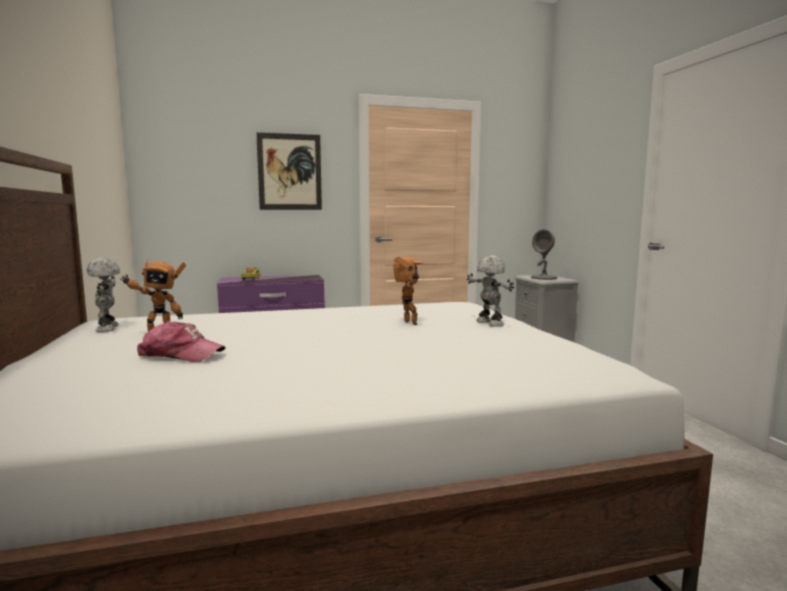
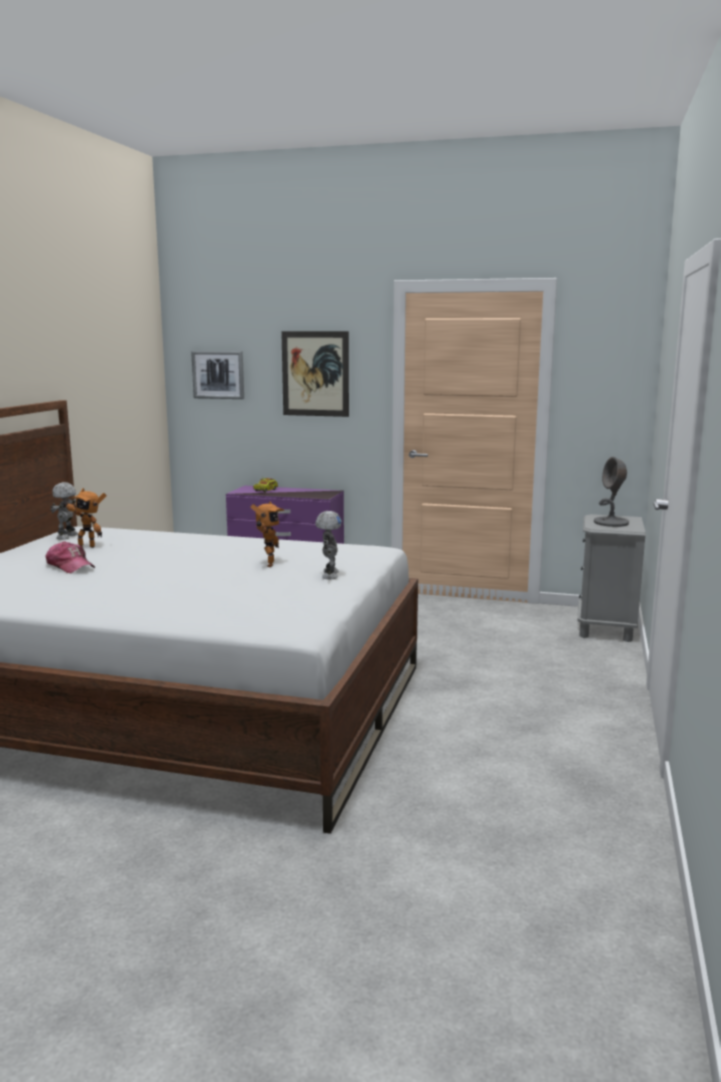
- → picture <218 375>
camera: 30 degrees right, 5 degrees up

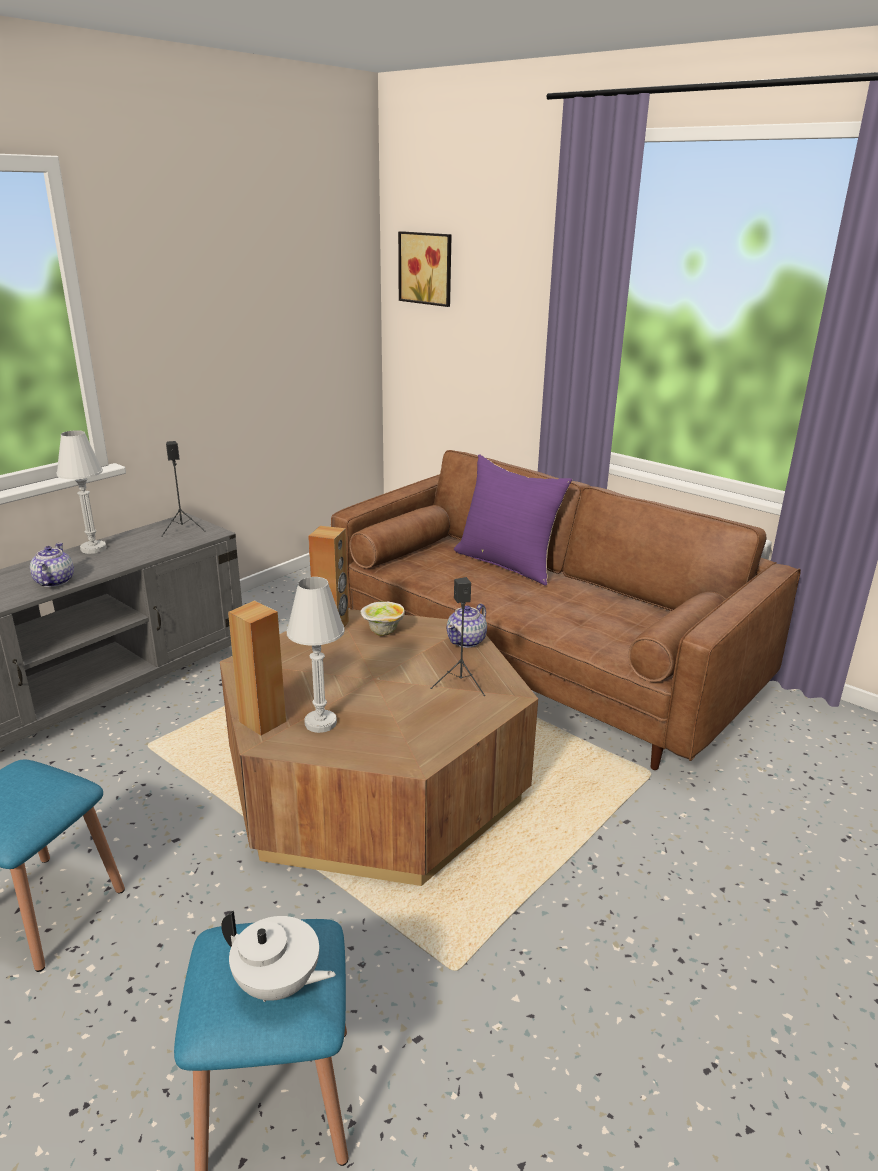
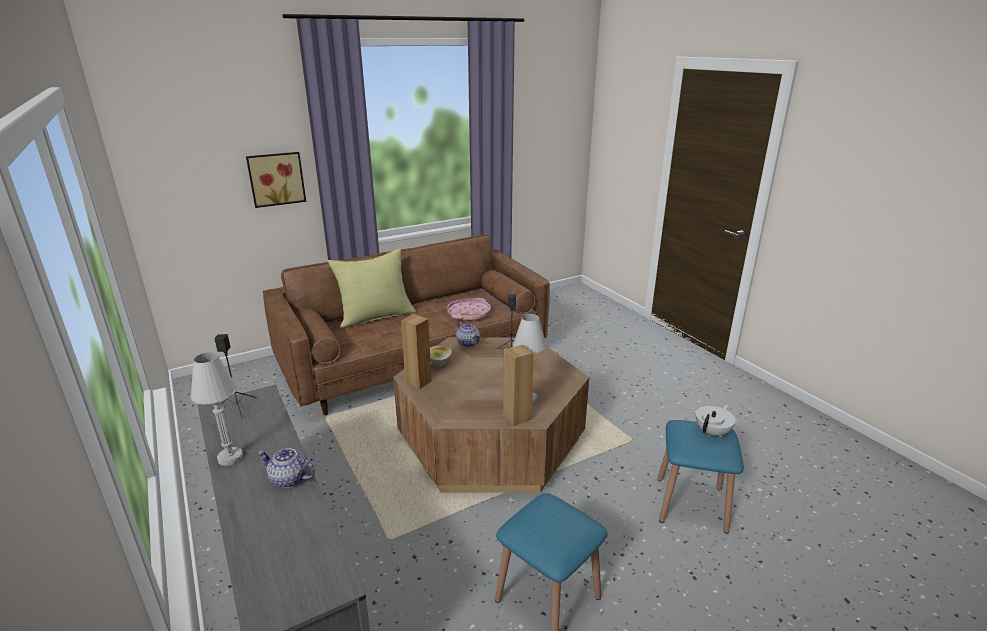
picture <427 268> → picture <276 179>, moved
pillow (purple) <508 563> → pillow (yellow) <376 316>
- → tray (pink) <469 313>
camera: 70 degrees left, 0 degrees up

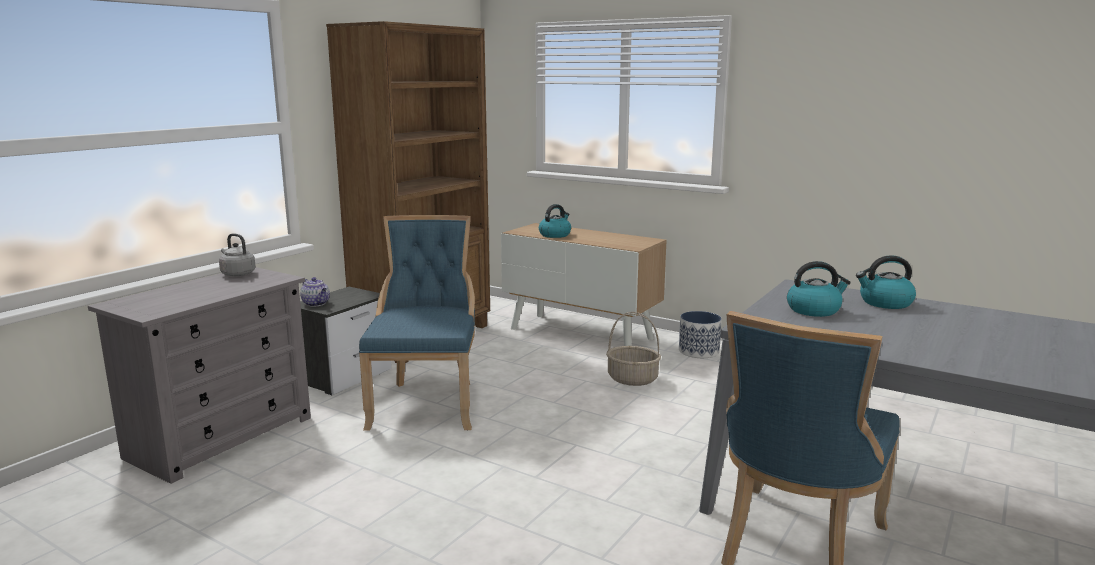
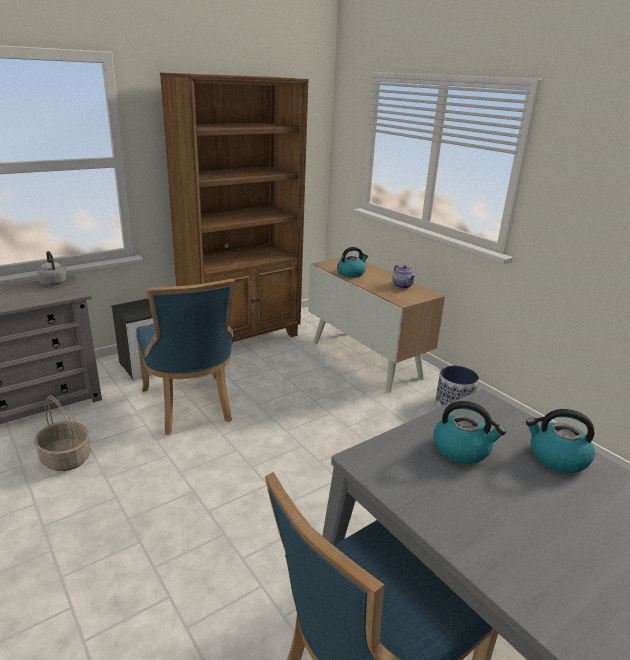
teapot <316 304> → teapot <403 286>, moved
chair (blue) <427 403> → chair (blue) <190 406>, 135 degrees clockwise
basket <633 379> → basket <67 459>, moved
camera: 20 degrees right, 10 degrees up

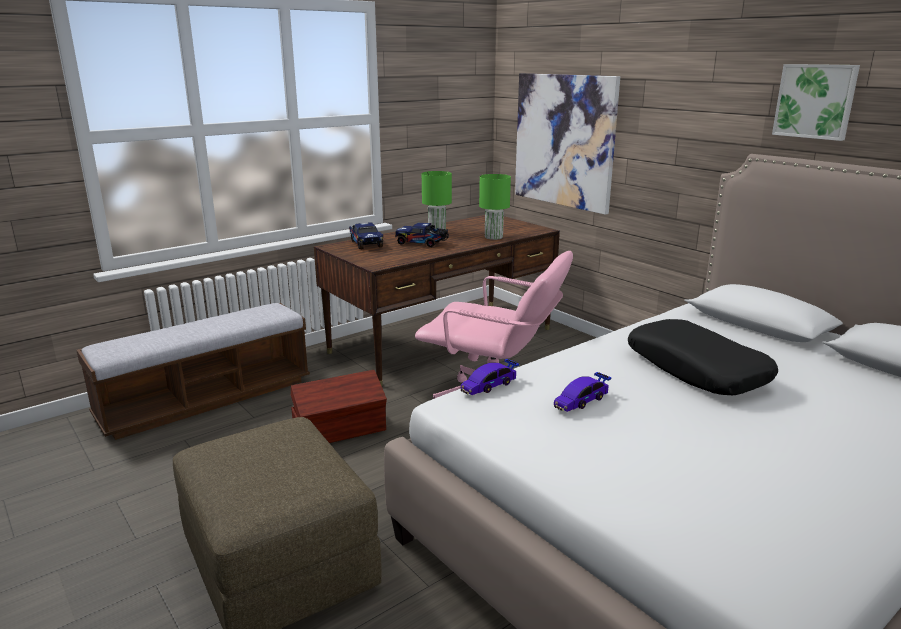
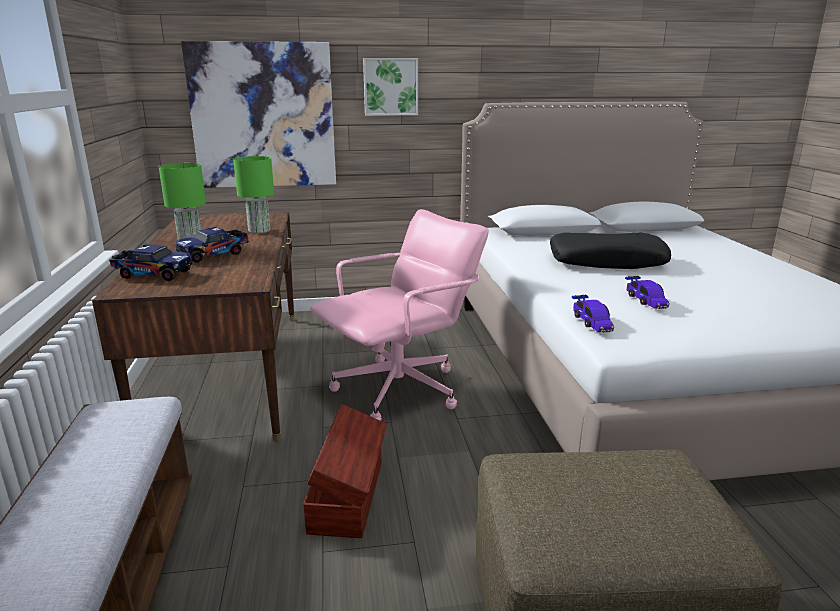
picture <815 101> → picture <390 87>, moved
camera: 60 degrees left, 0 degrees up

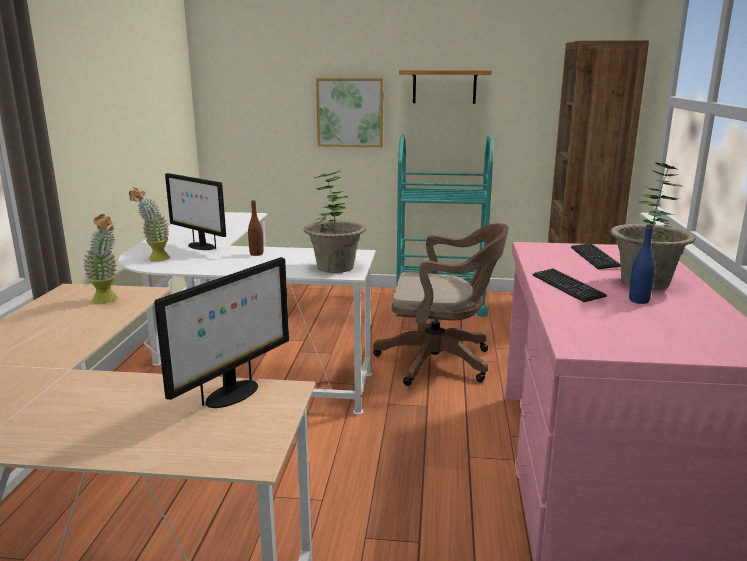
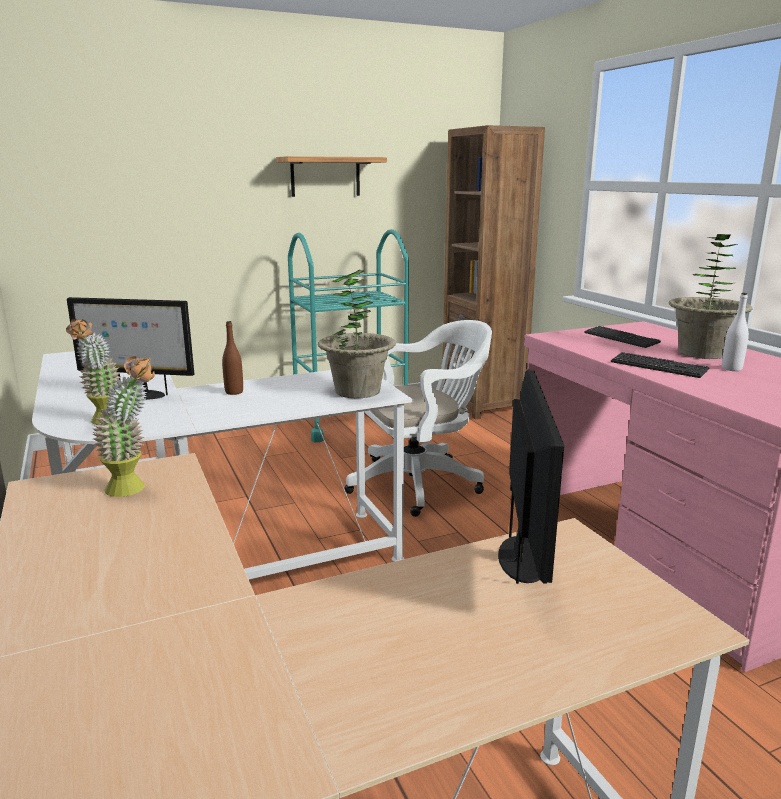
picture <350 112> → -
office chair (brown) <441 361> → office chair (white) <420 482>
bottle (blue) <639 300> → bottle (white) <731 369>
camera: 30 degrees left, 0 degrees up

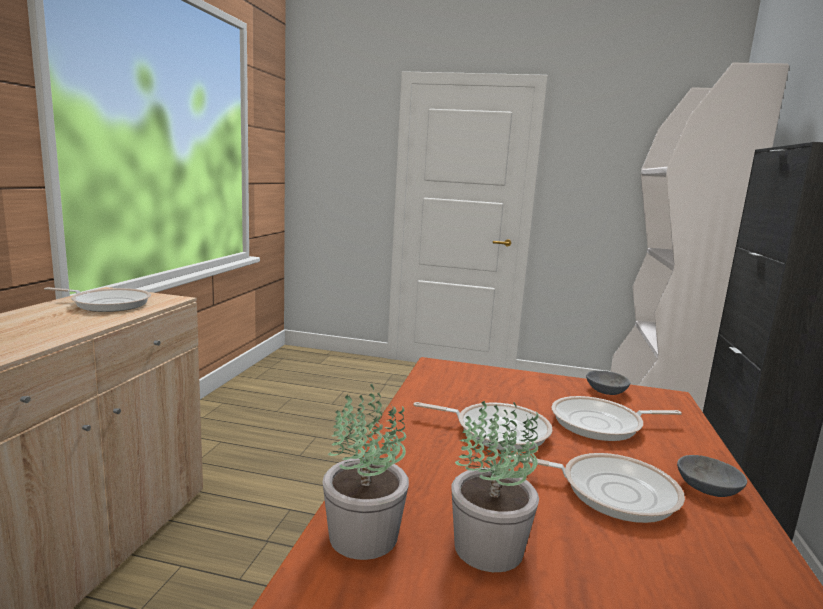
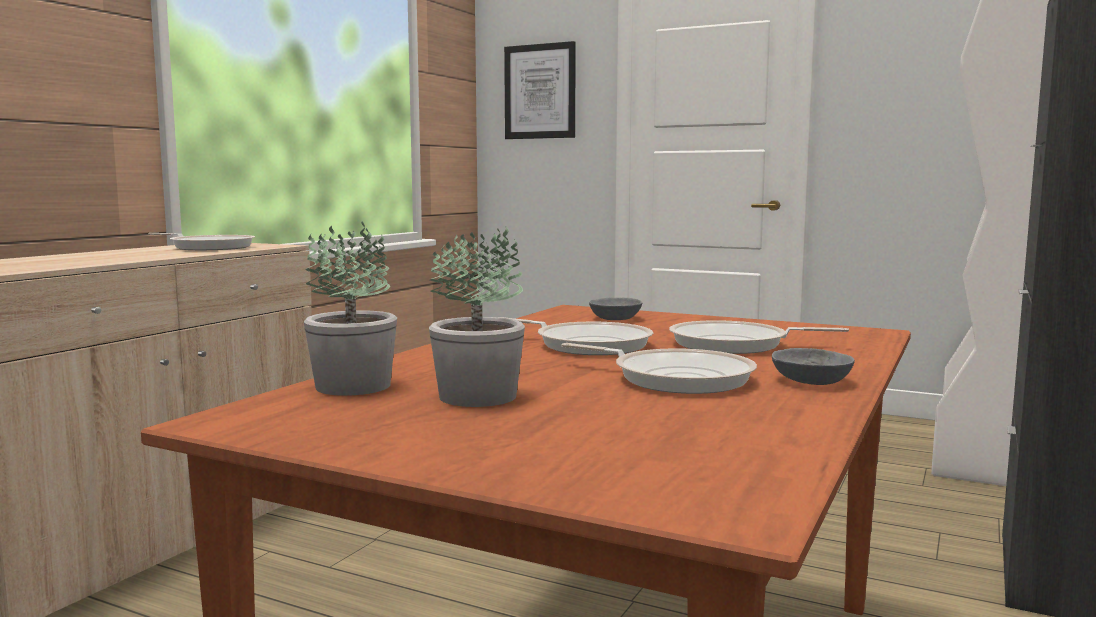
bowl (grey) <604 390> → bowl (grey) <613 318>, moved
- → picture <540 91>
camera: 15 degrees right, 5 degrees down

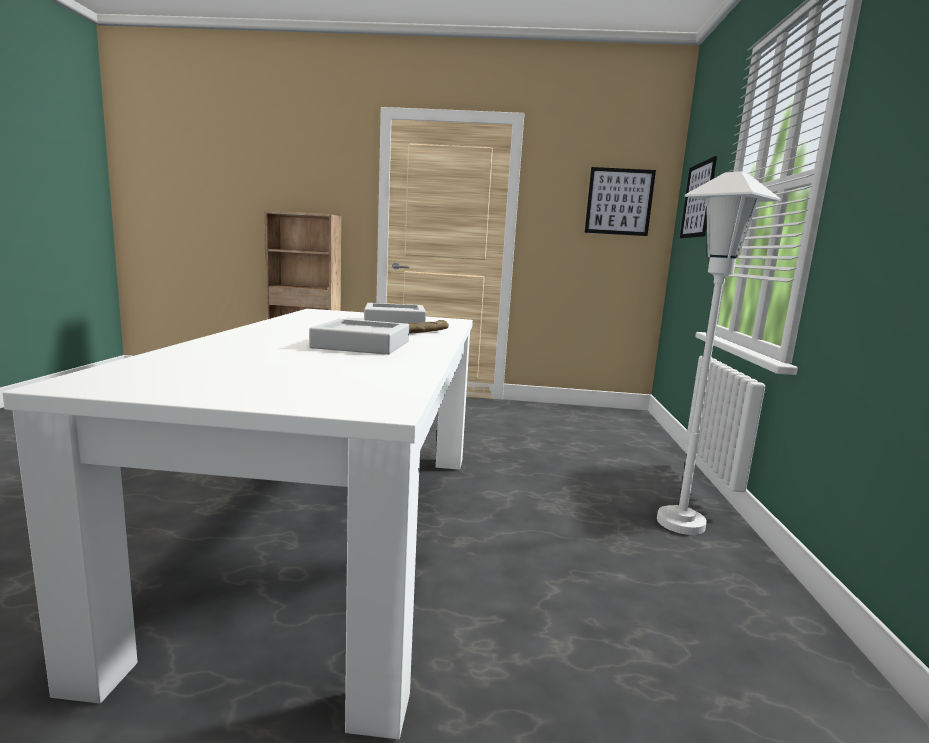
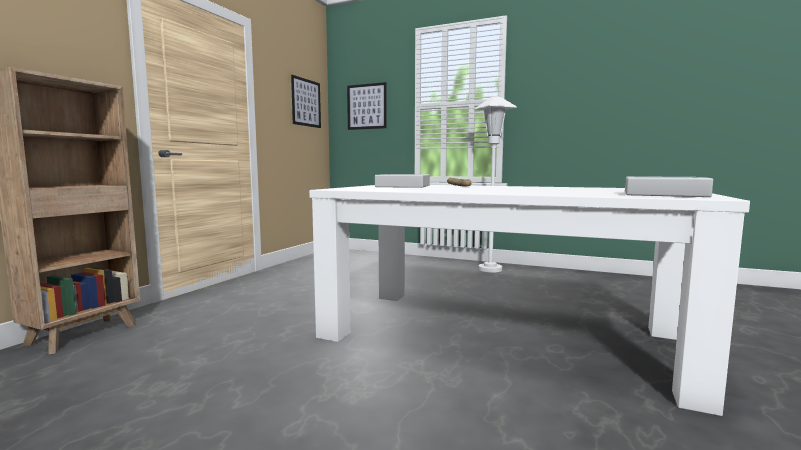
tray (grey) <362 344> → tray (grey) <663 194>, moved
camera: 70 degrees left, 5 degrees down

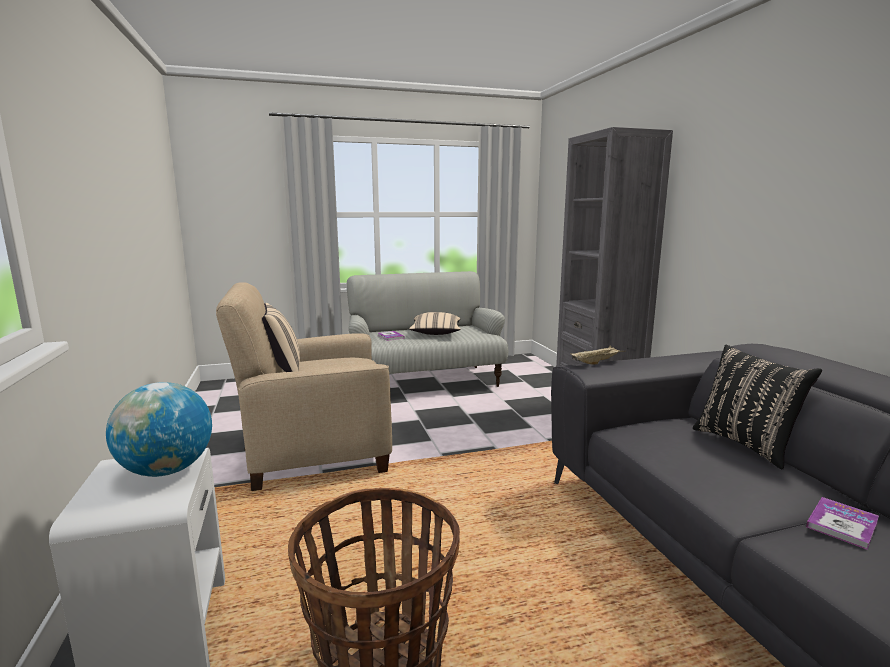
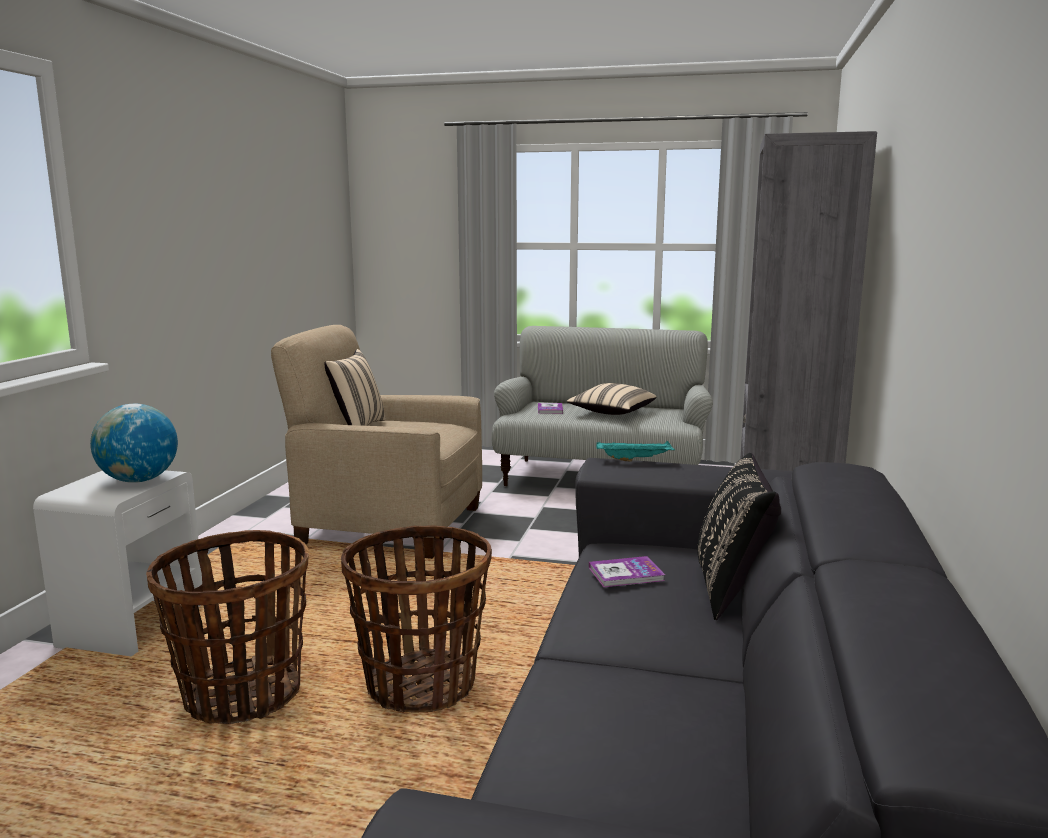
tray (beige) <597 362> → tray (turquoise) <635 460>
book <842 524> → book <626 574>, moved
- → basket <420 684>
camera: 30 degrees right, 0 degrees up

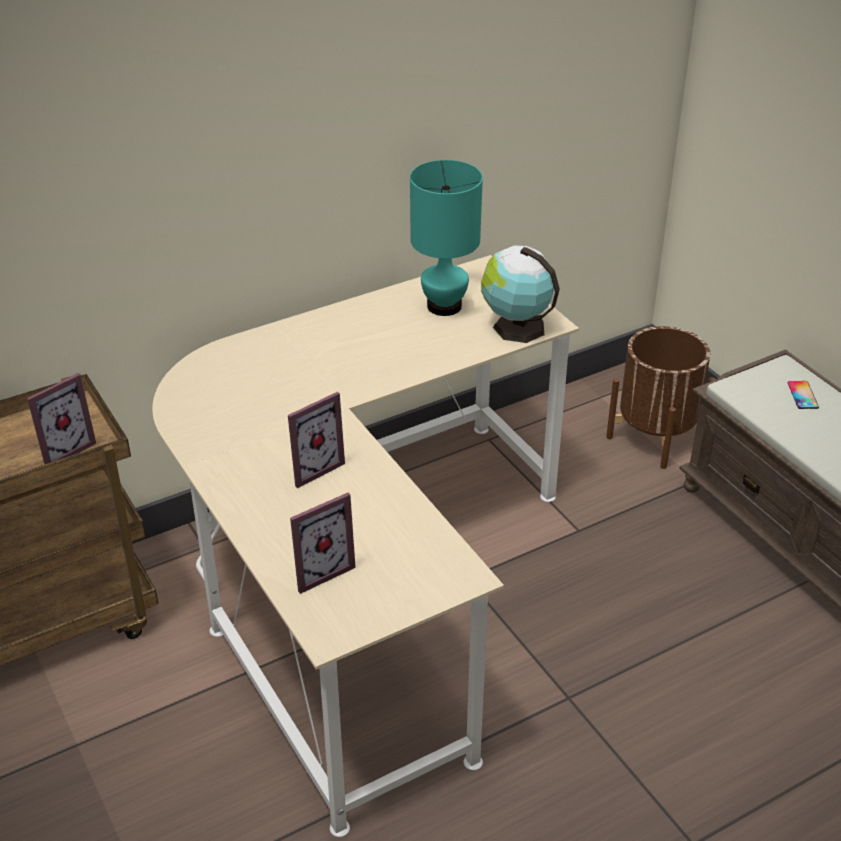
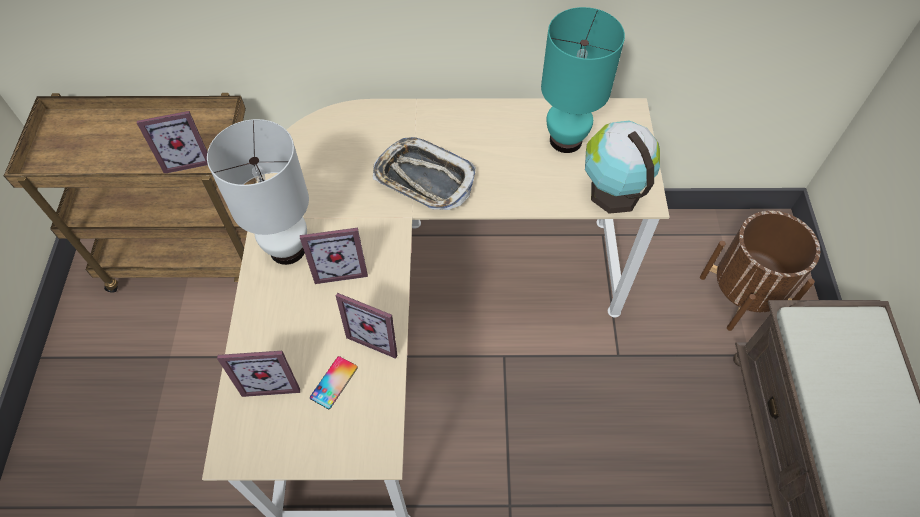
phone <802 395> → phone <334 382>, moved
- → table lamp (white) <287 249>
- → picture frame <378 334>
- → tray <424 179>
camera: 30 degrees right, 20 degrees up

